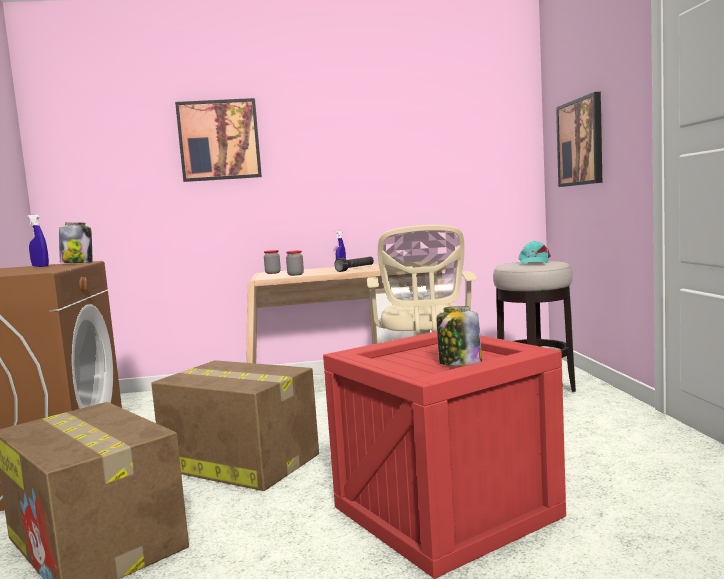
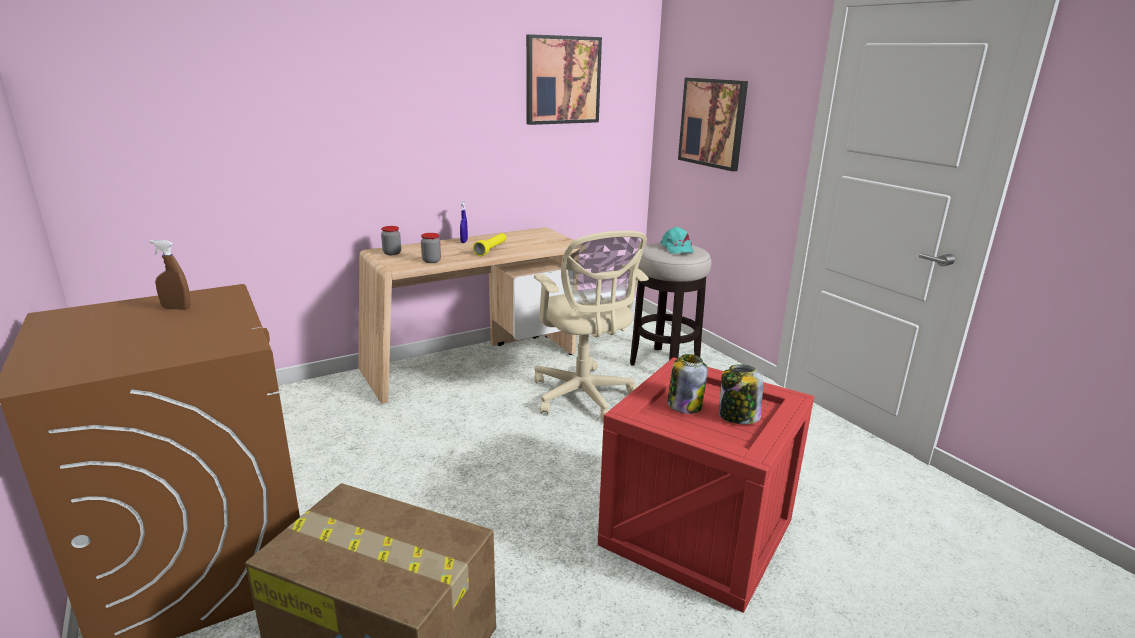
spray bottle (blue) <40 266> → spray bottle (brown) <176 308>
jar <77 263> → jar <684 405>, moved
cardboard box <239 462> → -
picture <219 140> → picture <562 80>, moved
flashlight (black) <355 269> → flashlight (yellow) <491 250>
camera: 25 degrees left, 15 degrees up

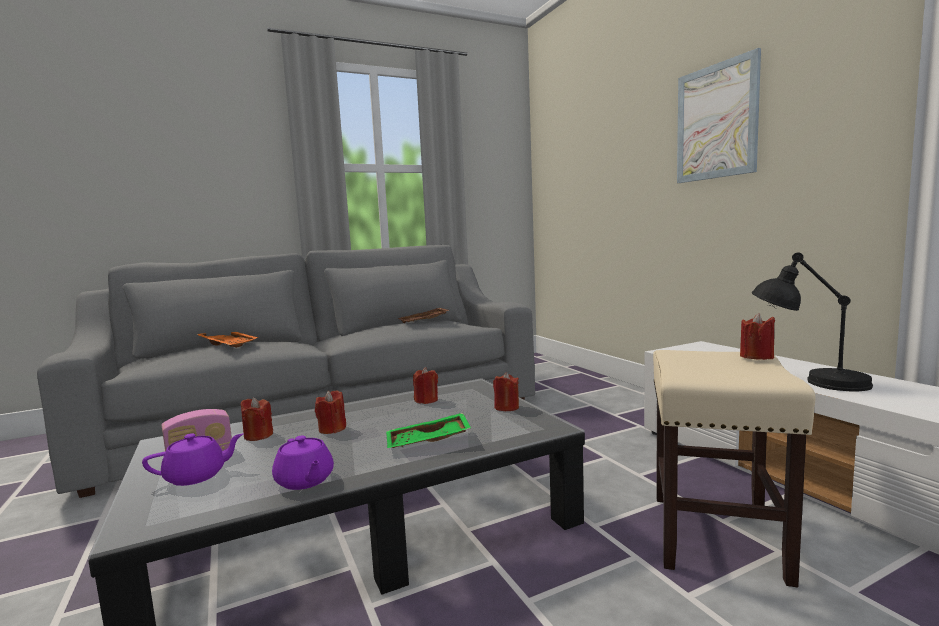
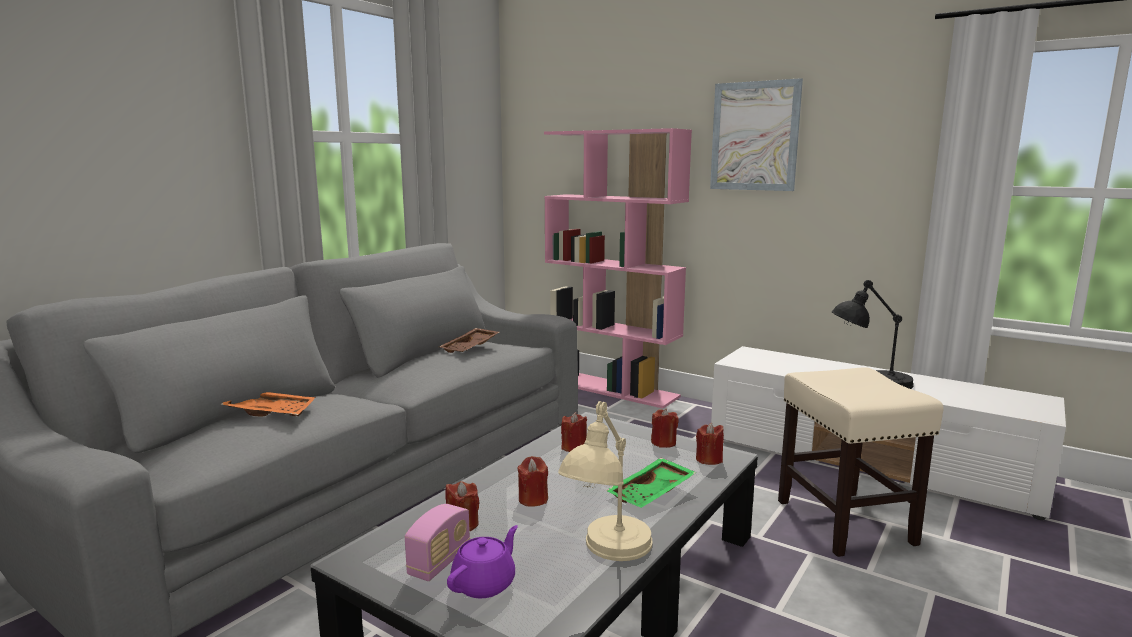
teapot (purple) <304 481> → table lamp (beige) <607 558>
candle (red) <756 357> → candle (red) <709 459>, moved
- → bookcase (pink) <612 389>
camera: 30 degrees left, 5 degrees up

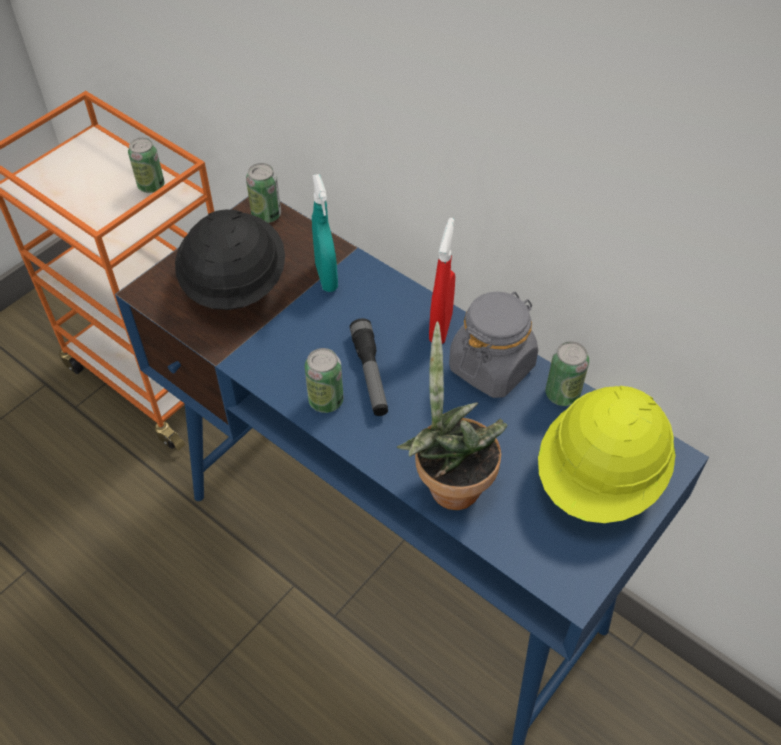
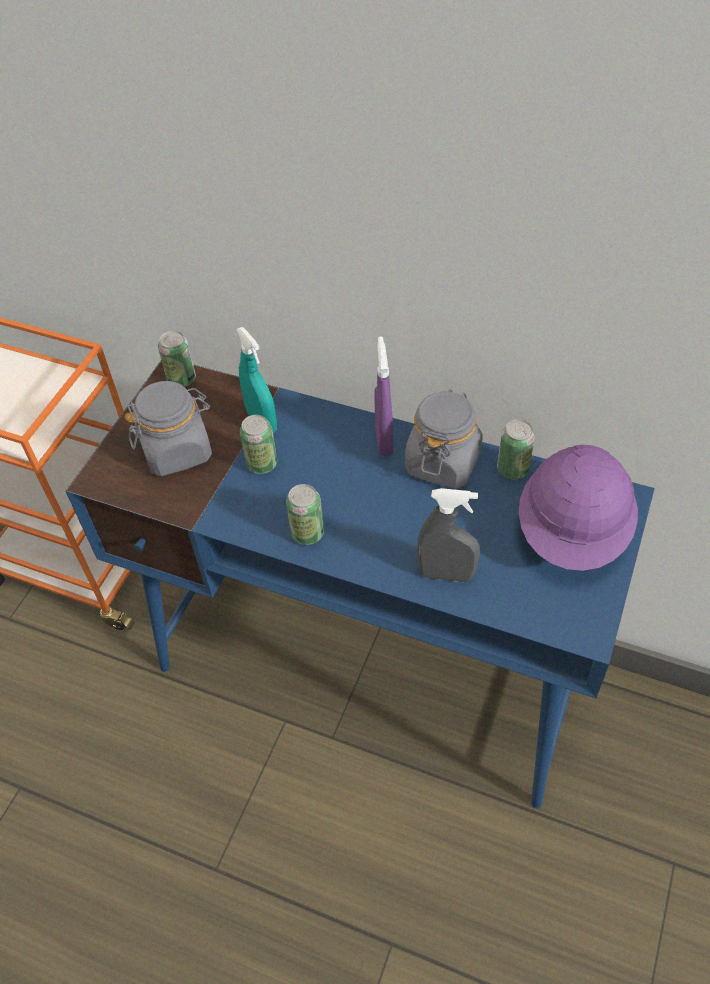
can <151 186> → can <262 464>, moved
hard hat (black) <234 283> → jar (grey) <177 450>
flashlight <370 374> → -
potted plant <448 483> → spray bottle (grey) <446 574>
spray bottle (red) <440 328> → spray bottle (purple) <384 440>
hard hat (yellow) <600 478> → hard hat (purple) <573 532>
camera: 15 degrees left, 0 degrees up

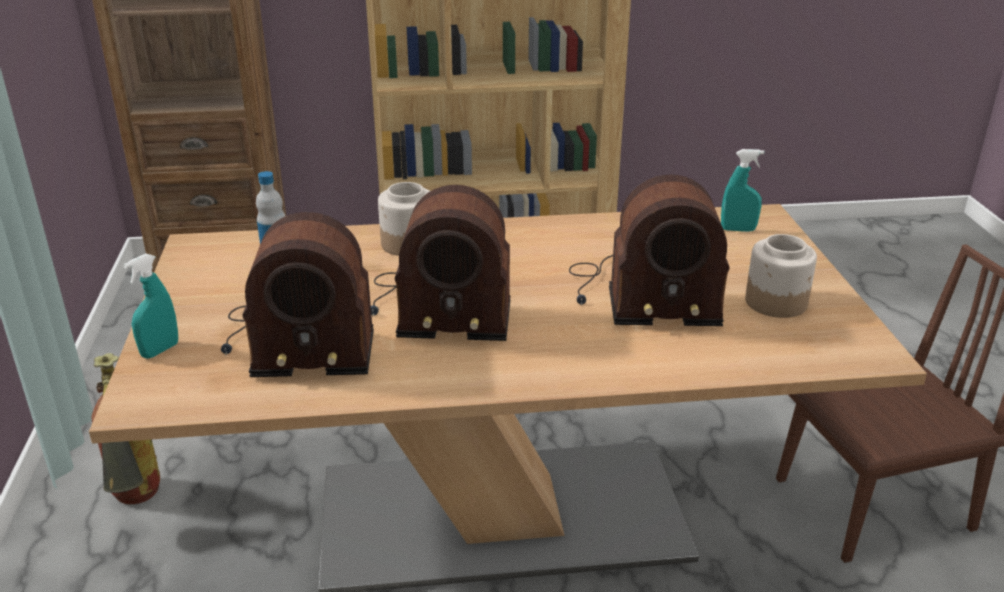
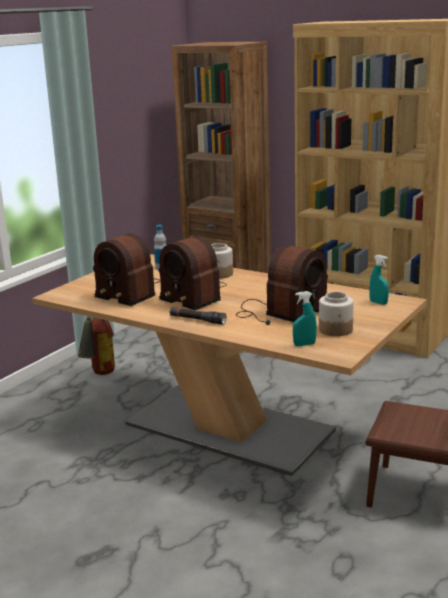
spray bottle (turquoise) <160 350> → spray bottle (turquoise) <304 344>, moved
radio <641 295> → radio <280 312>, 90 degrees counterclockwise
- → flashlight (black) <197 320>
camera: 40 degrees right, 10 degrees down

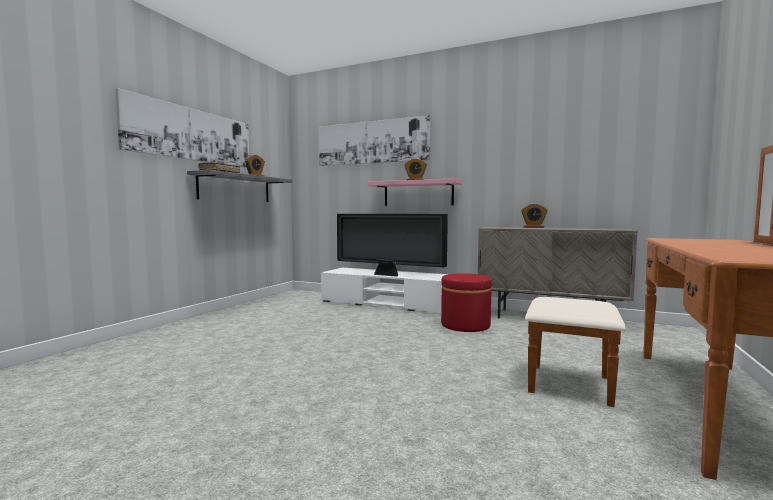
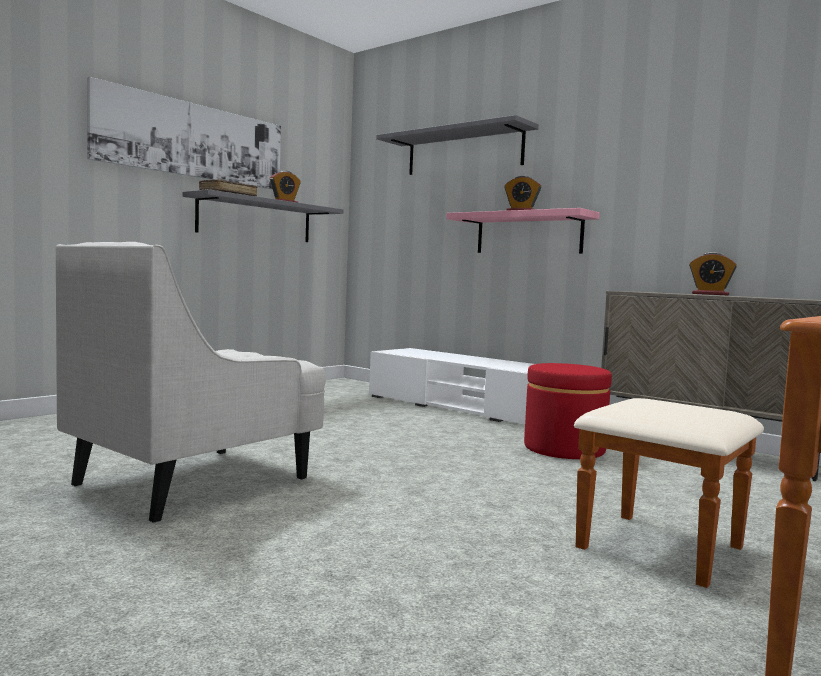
picture <372 142> → shelf (grey) <464 152>
television <388 275> → -
- → armchair (white) <195 480>
camera: 15 degrees right, 0 degrees up

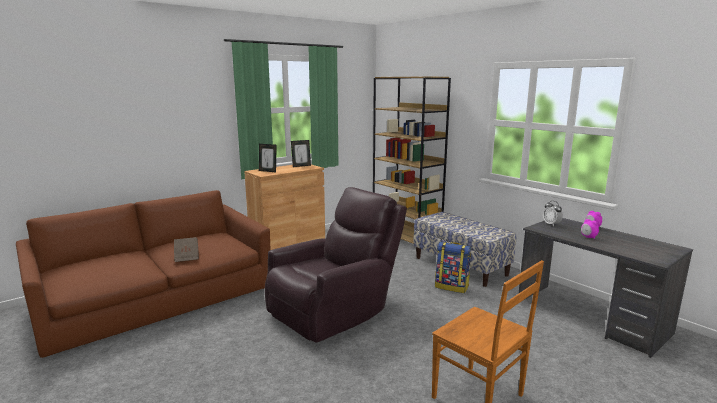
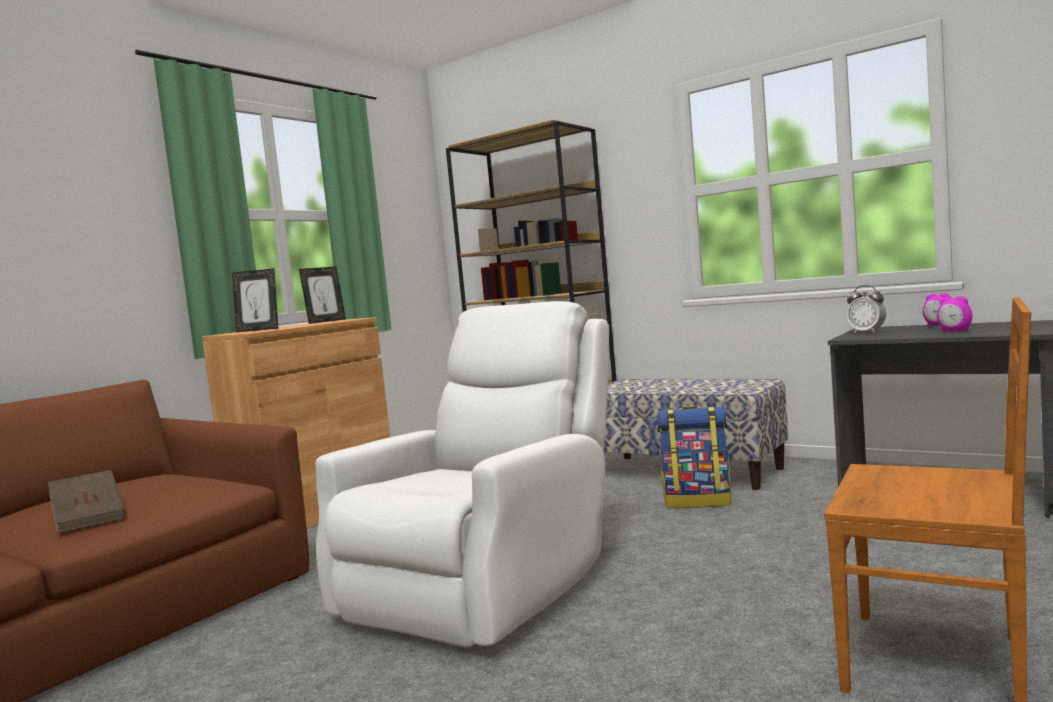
armchair (brown) <335 310> → armchair (white) <488 584>
camera: 15 degrees left, 10 degrees down

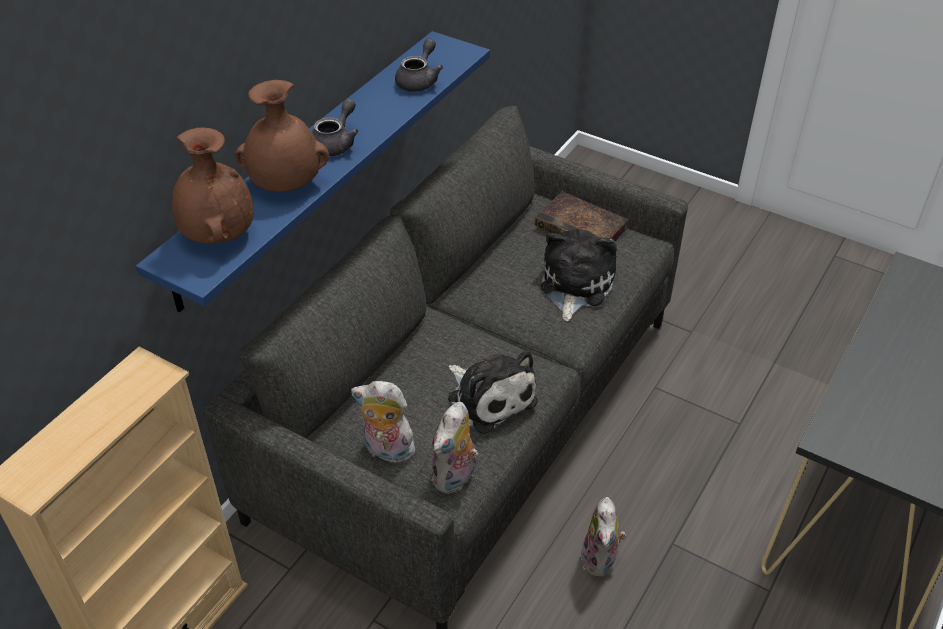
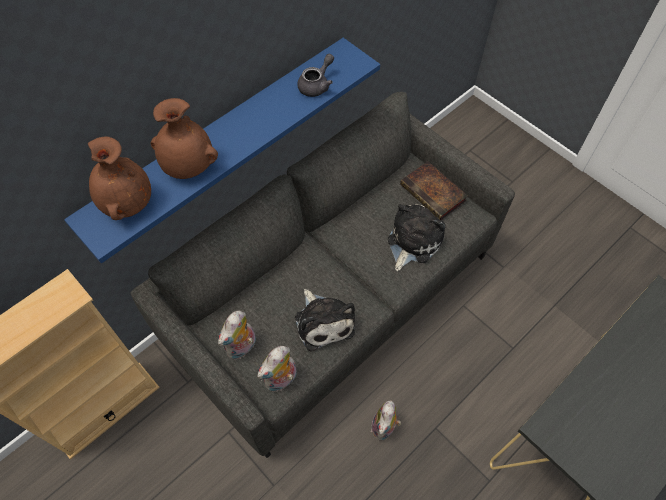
teapot (grey) <336 143> → -
plush toy <386 451> → plush toy <242 347>, 90 degrees counterclockwise
camera: 15 degrees right, 15 degrees up

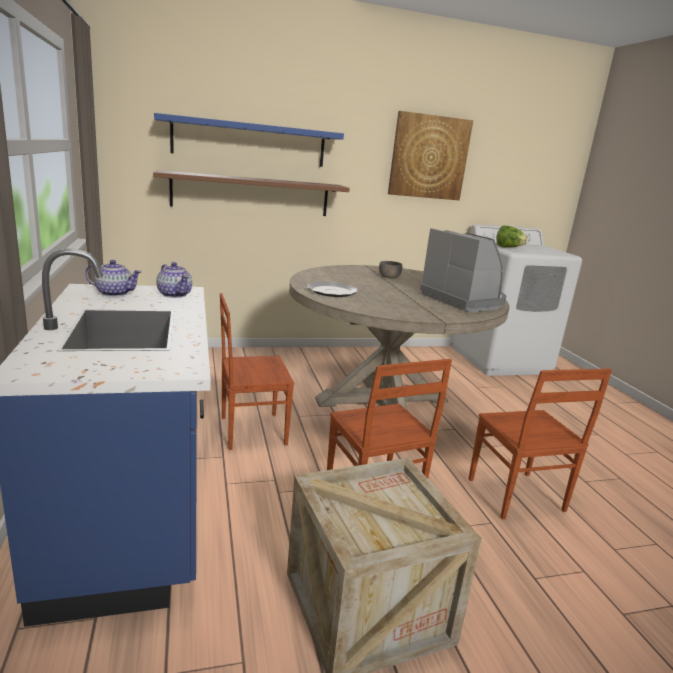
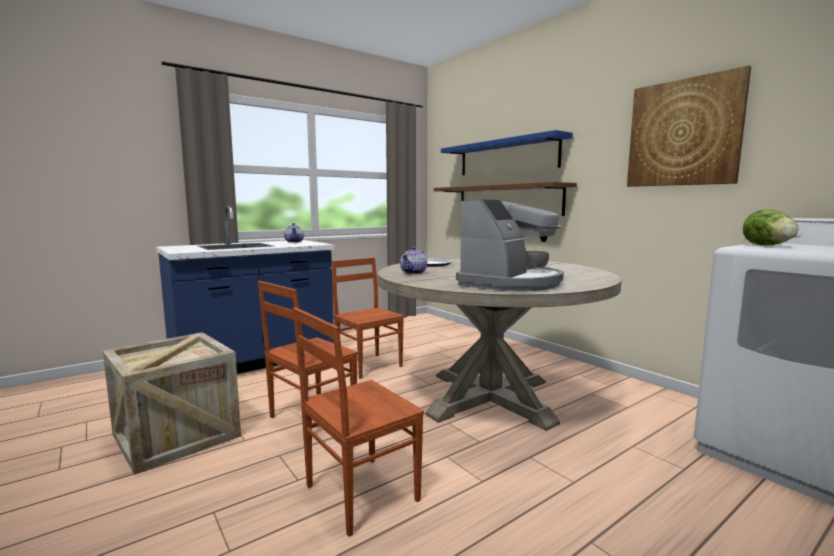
teapot <174 294> → teapot <414 273>, moved
camera: 70 degrees right, 10 degrees down

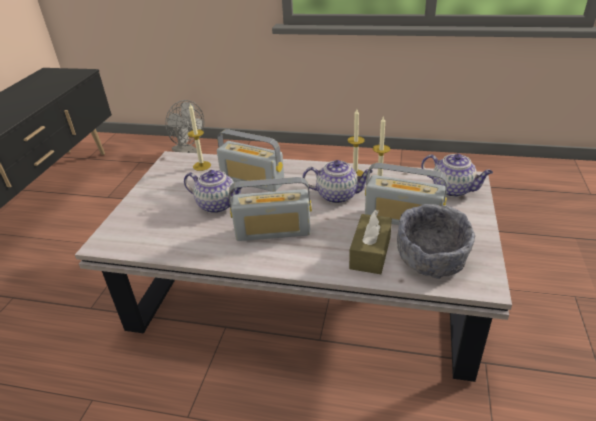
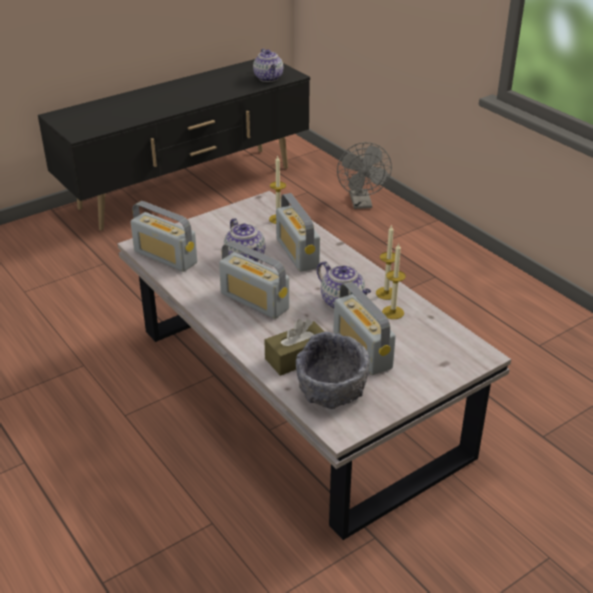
teapot <453 189> → teapot <269 78>, moved
- → radio <165 257>
camera: 40 degrees right, 0 degrees up

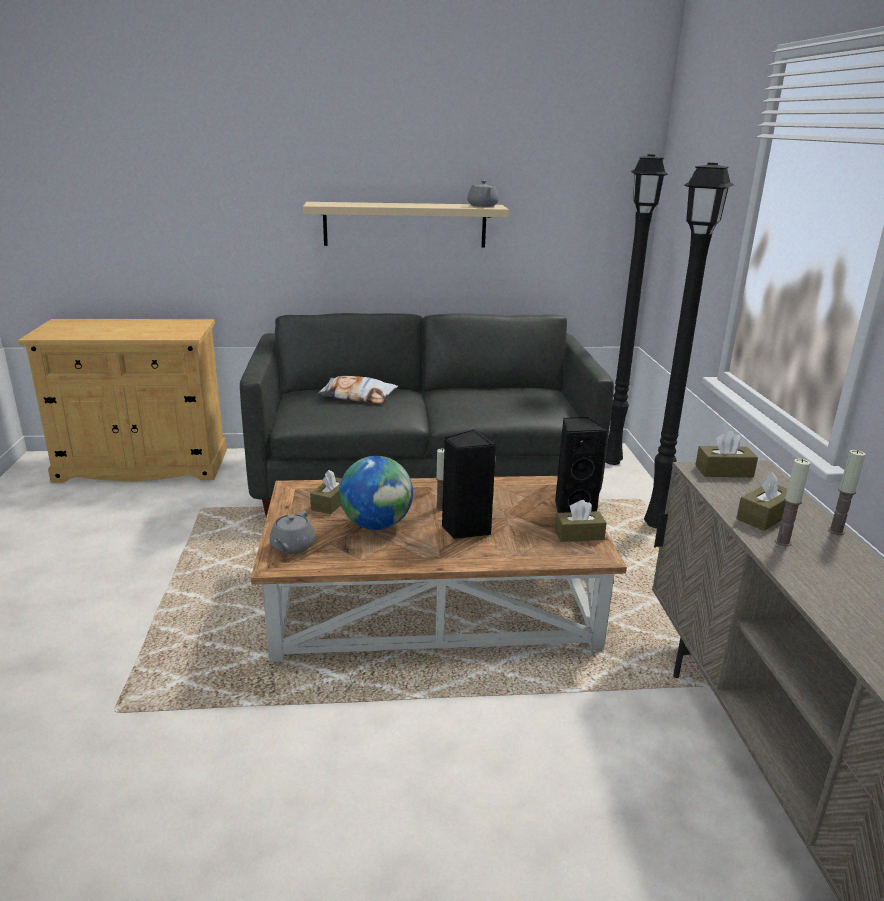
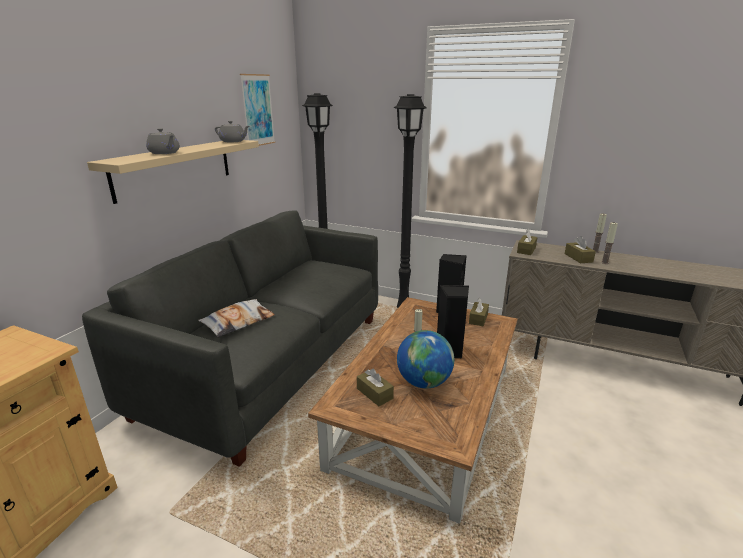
teapot (grey) <292 547> → teapot (grey) <164 153>, moved
- → picture <258 110>
camera: 60 degrees left, 0 degrees up

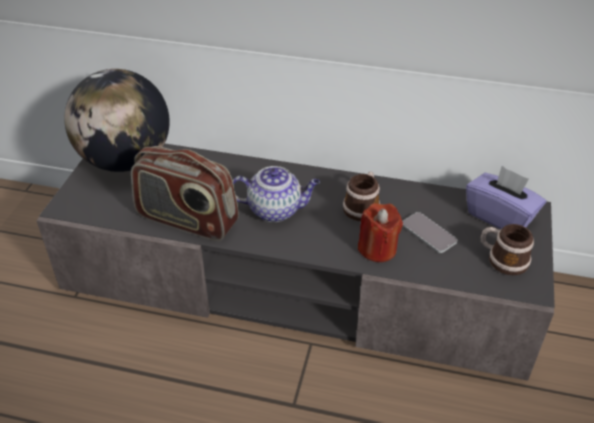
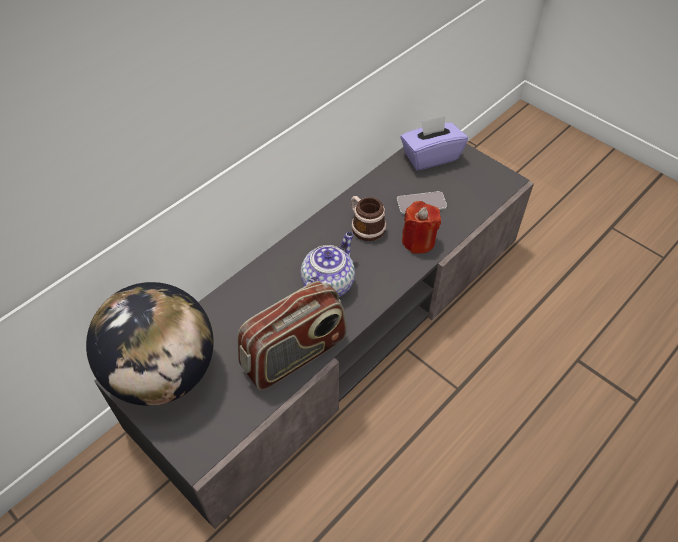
mug <502 259> → -
camera: 60 degrees left, 10 degrees up

